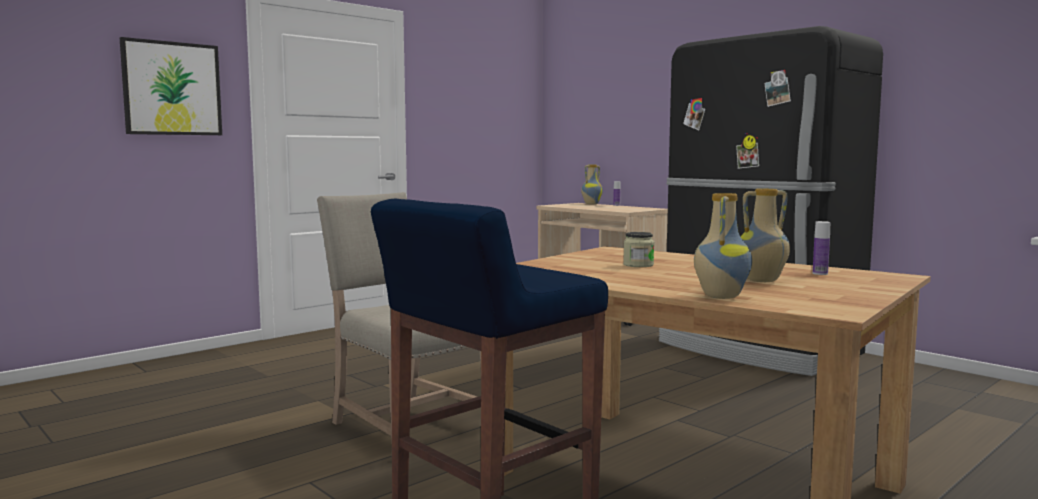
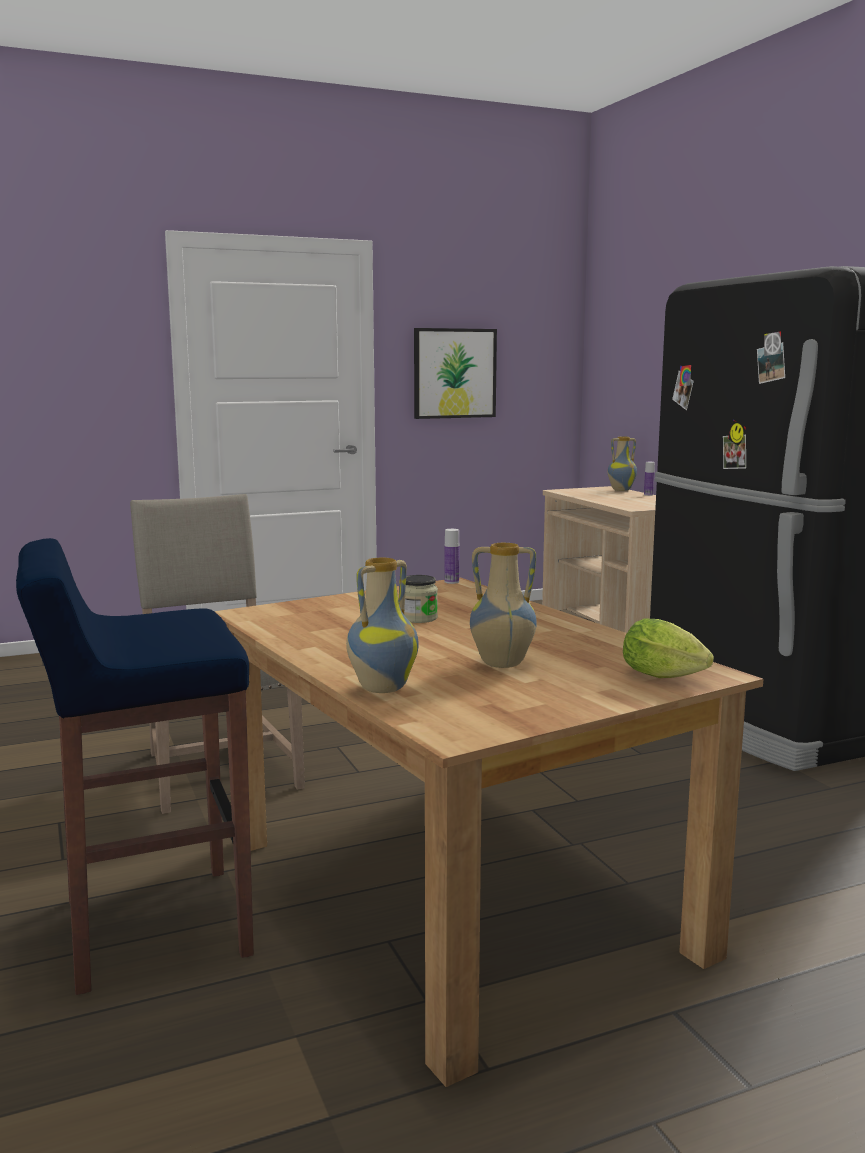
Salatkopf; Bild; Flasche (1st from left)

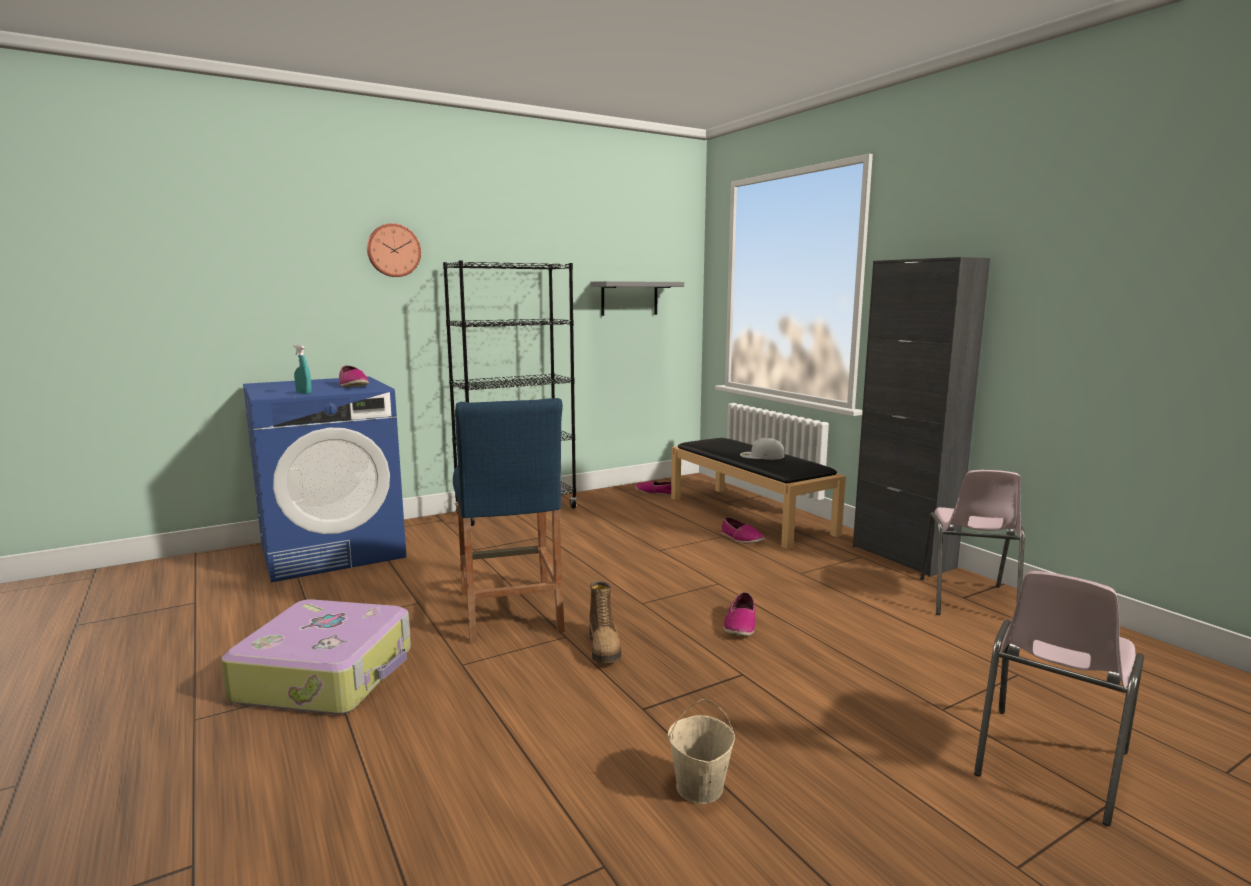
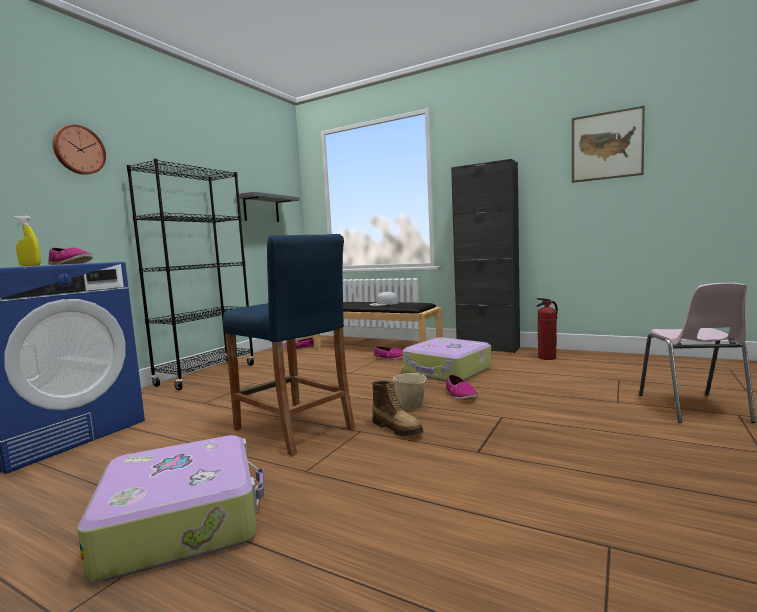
Koffer (2nd from left); Bild; Eimer (beige); Feuerlöscher; Sprühflasche (gelb)

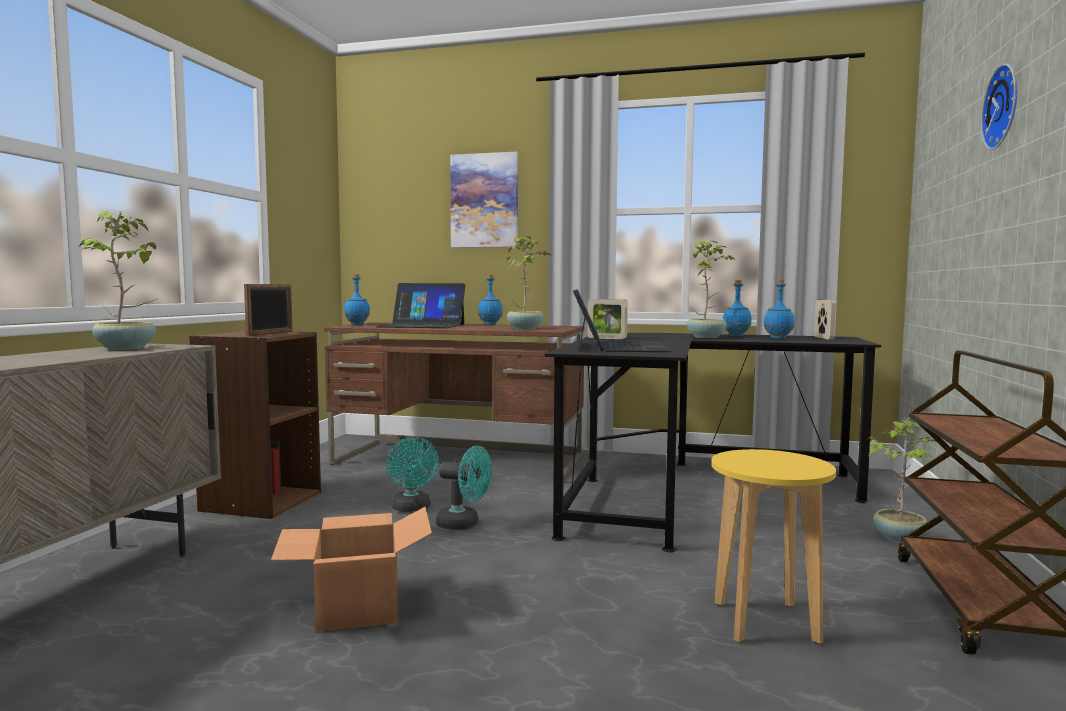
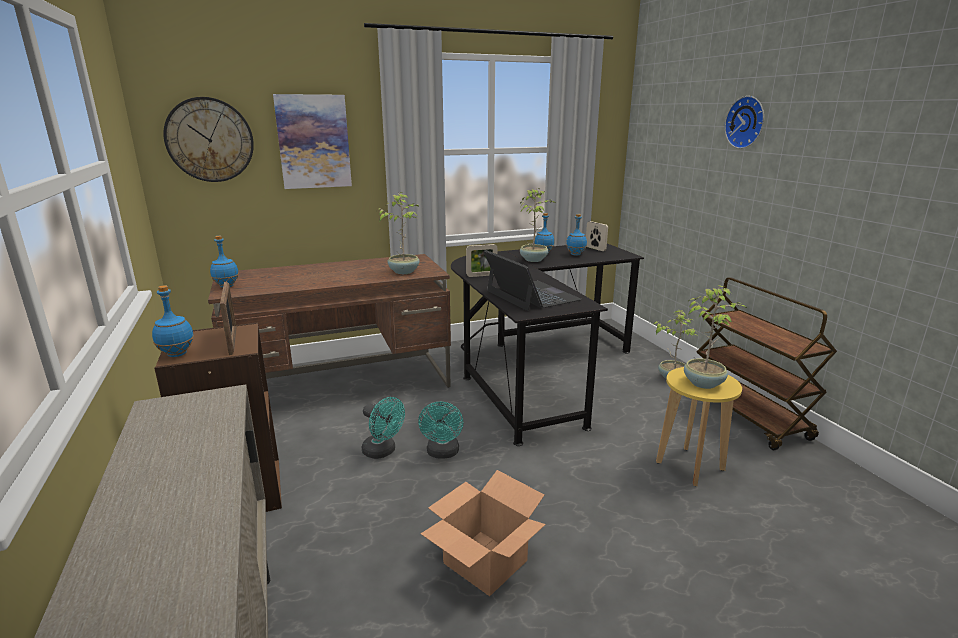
Laptop (1st from left in the first image); Wanduhr (1st from left); Topfpflanze (4th from left); Flasche (blau) (1st from left); Ventilator (türkis) (2nd from left)

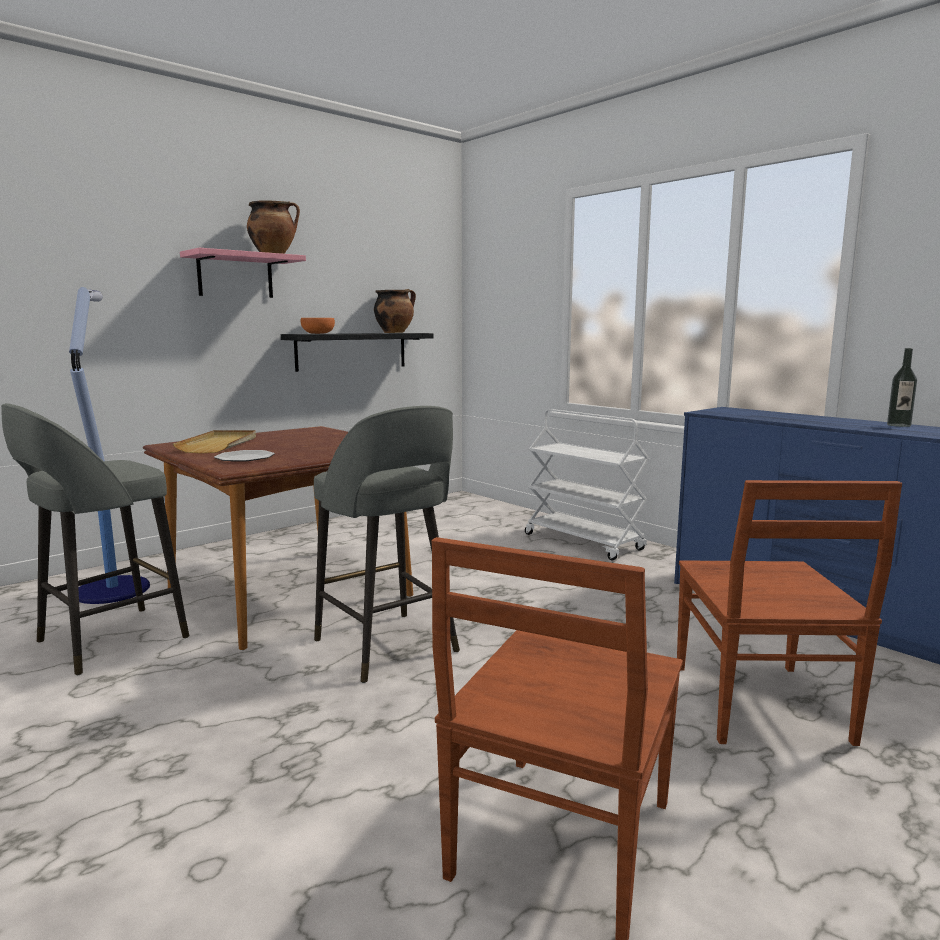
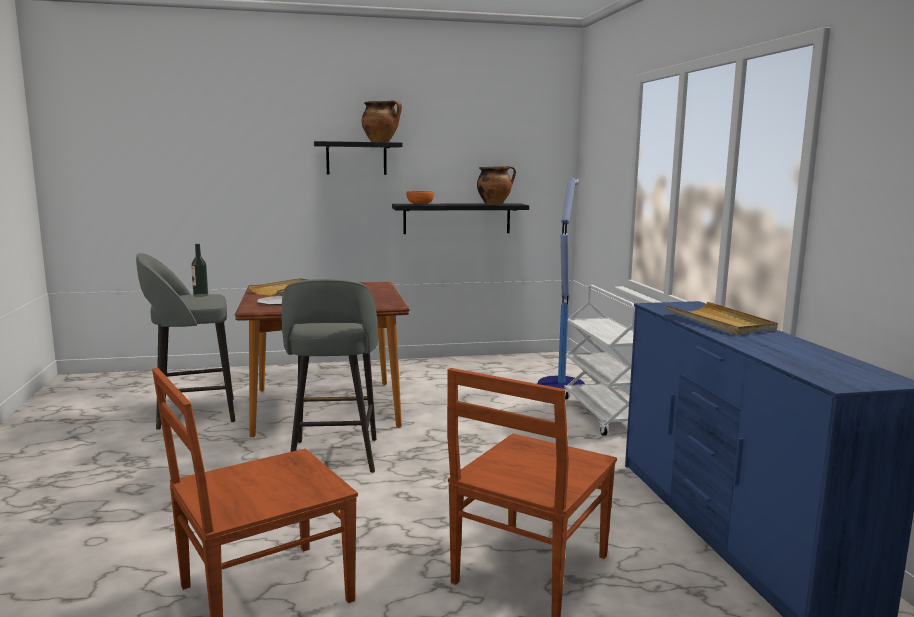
Tablett (beige) (2nd from left); Stehlampe; Flasche; Wandregal (schwarz) (1st from left)

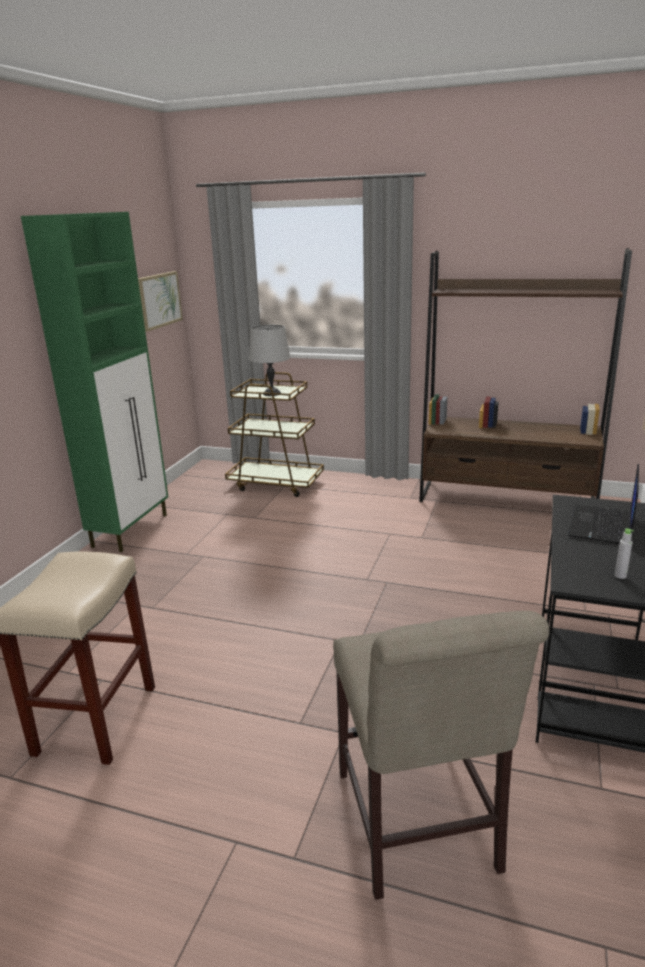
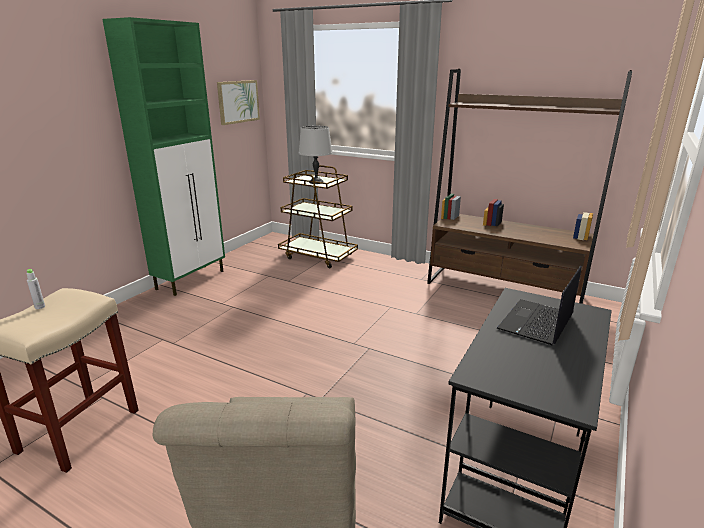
Flasche (grau)

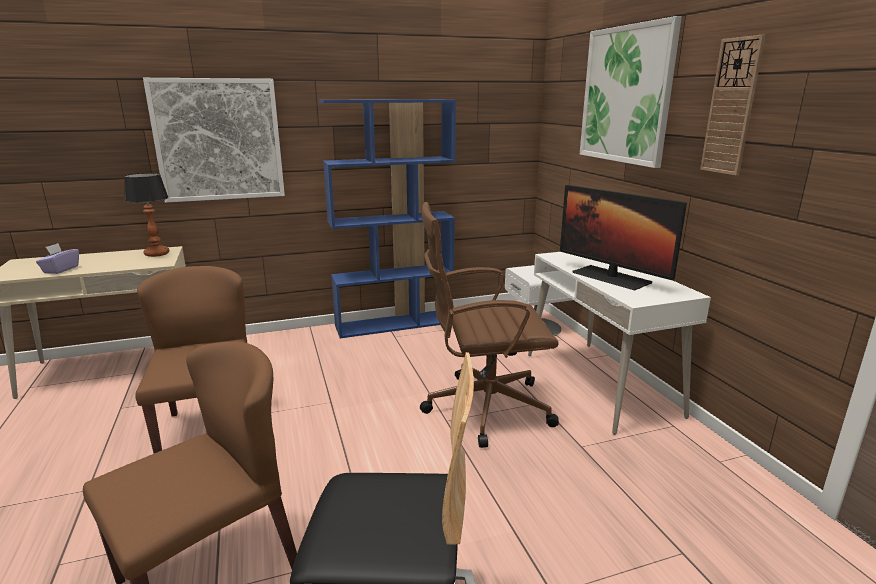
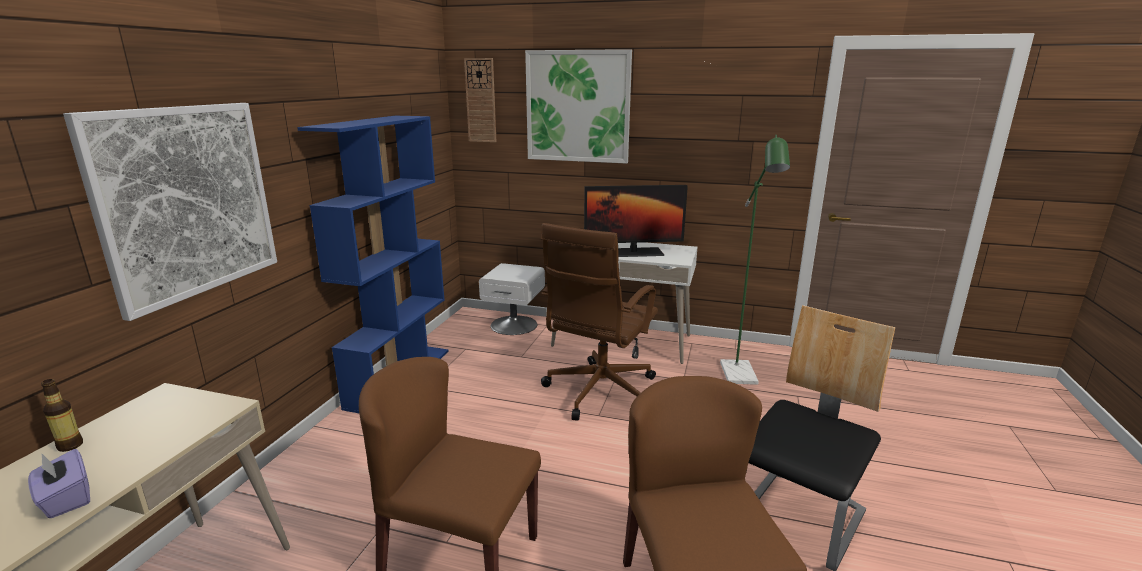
Tischlampe; Flasche; Stehlampe (grün); Wanduhr

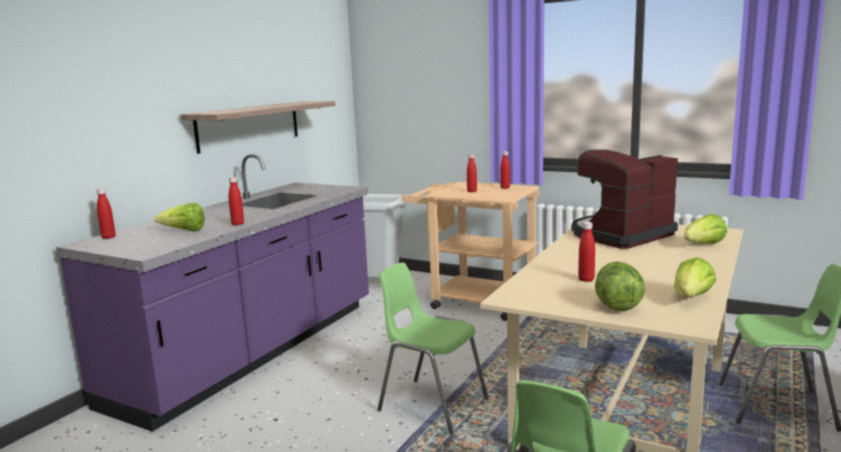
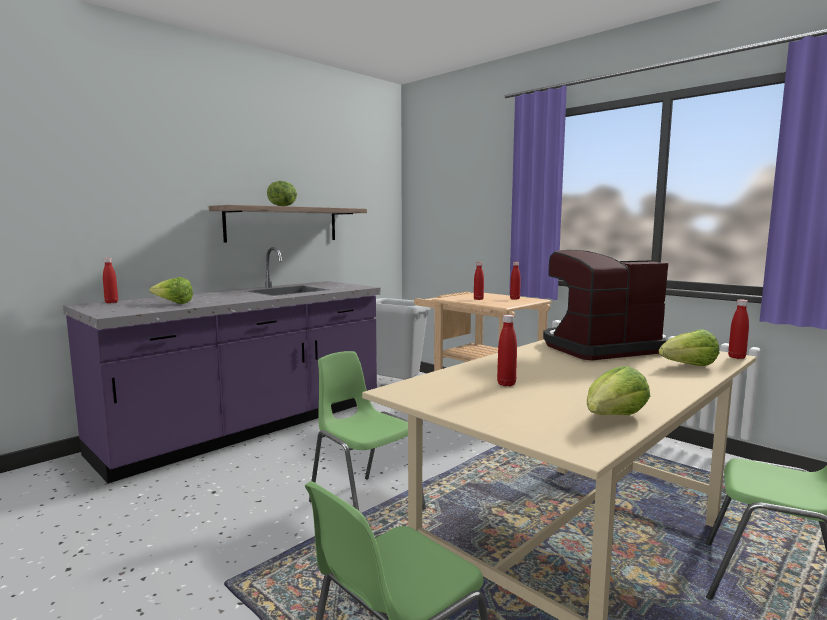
Flasche (rot) (5th from left); Salatkopf (2nd from left)

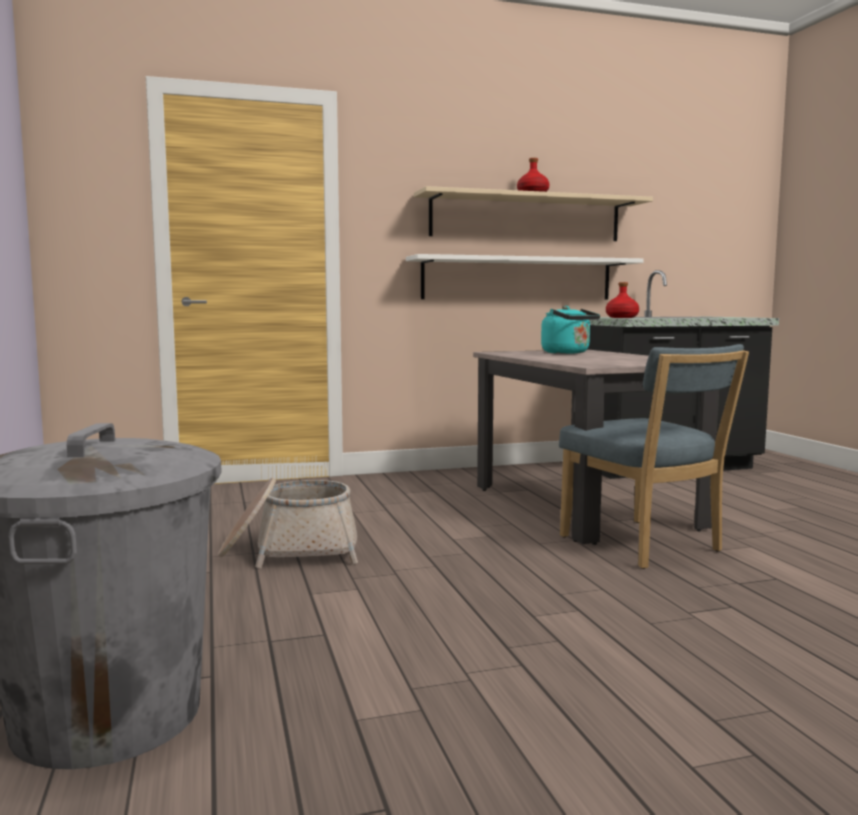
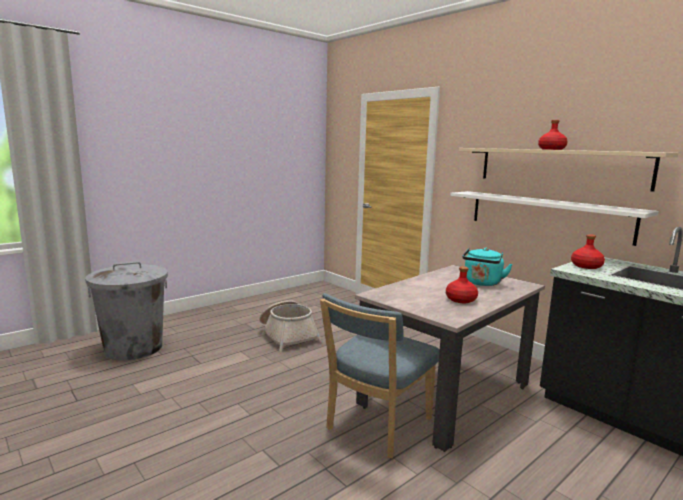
Flasche (rot) (1st from left)

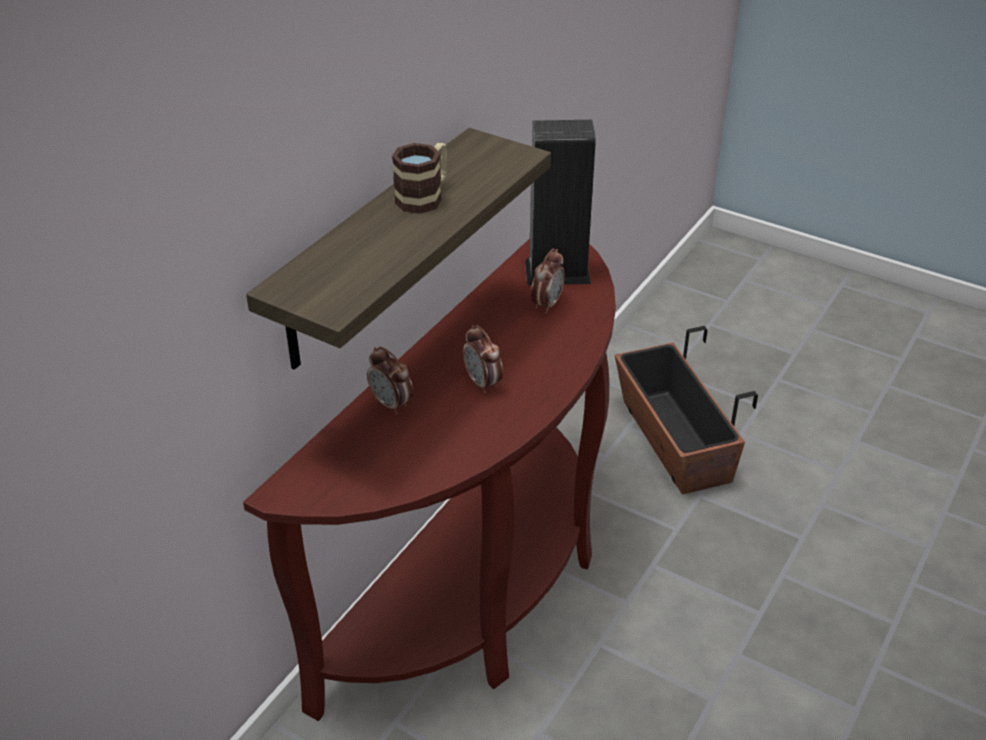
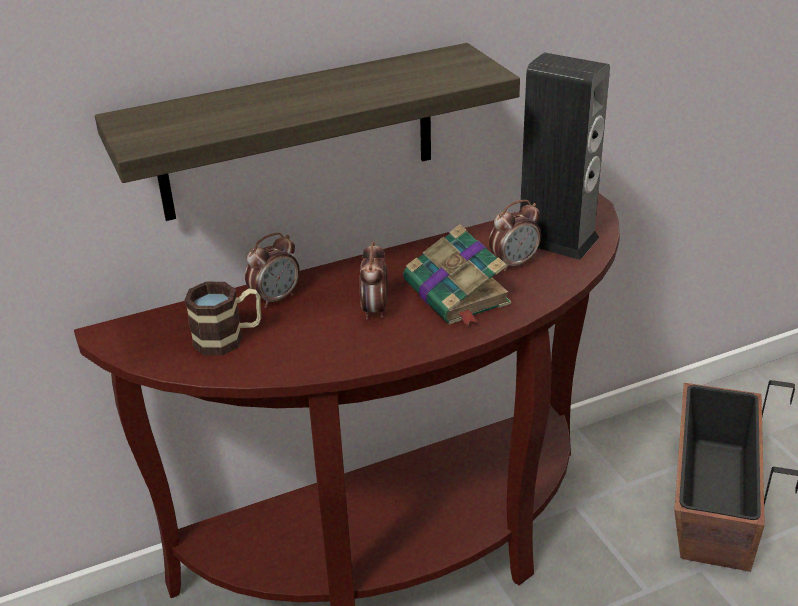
Buch; Henkelbecher; Wecker (1st from left)

